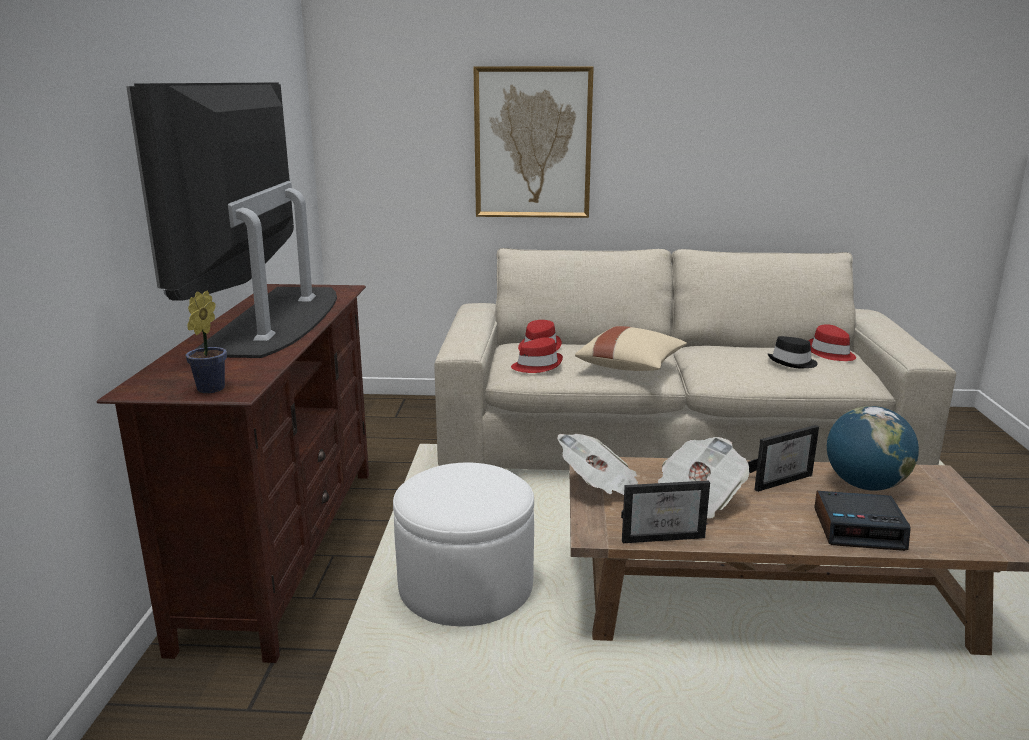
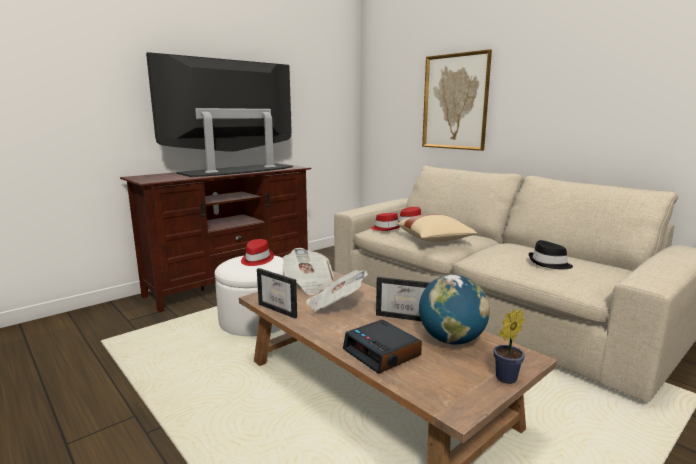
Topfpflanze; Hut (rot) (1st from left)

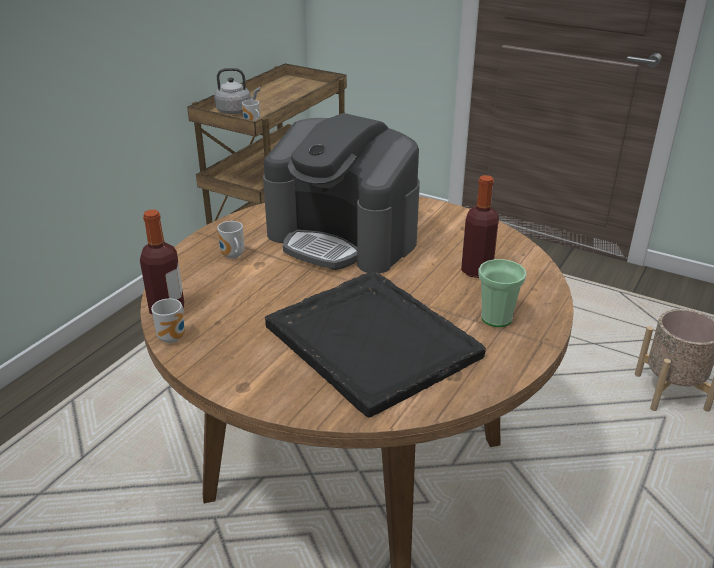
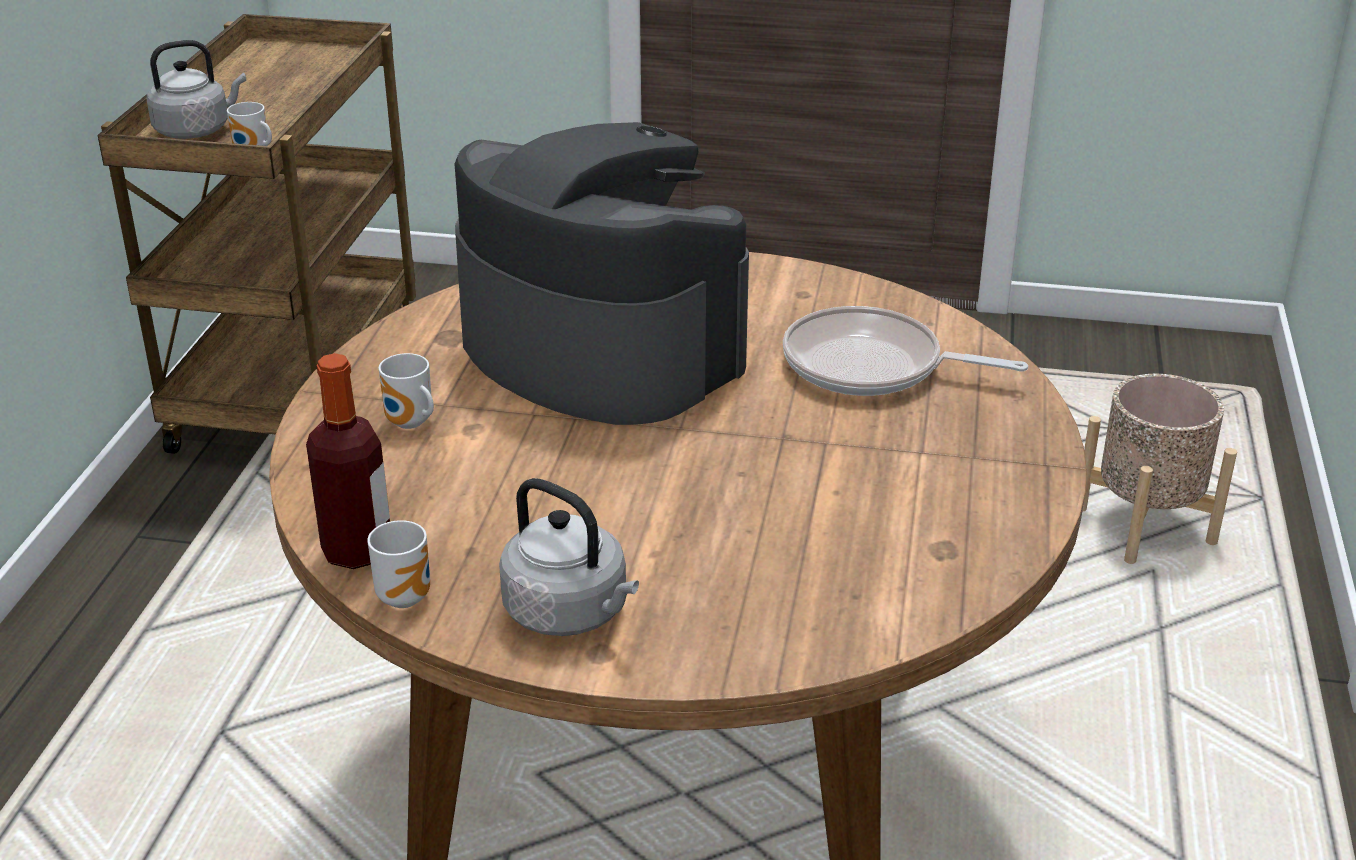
Tablett (schwarz); Tasse; Wasserkessel (grau) (2nd from left); Pfanne; Kaffeemaschine

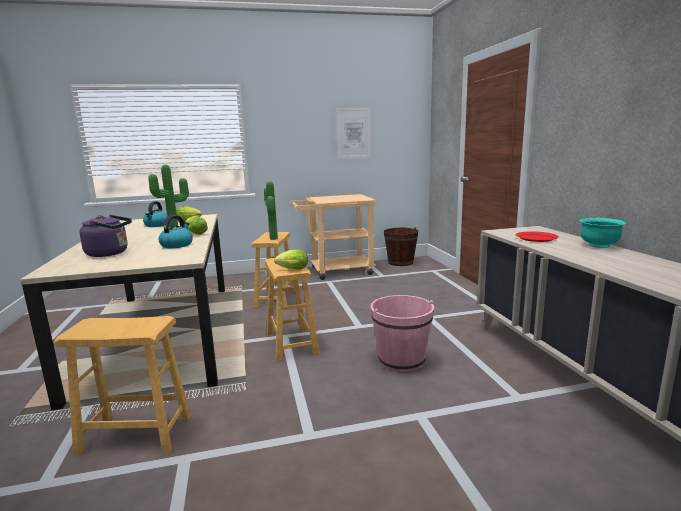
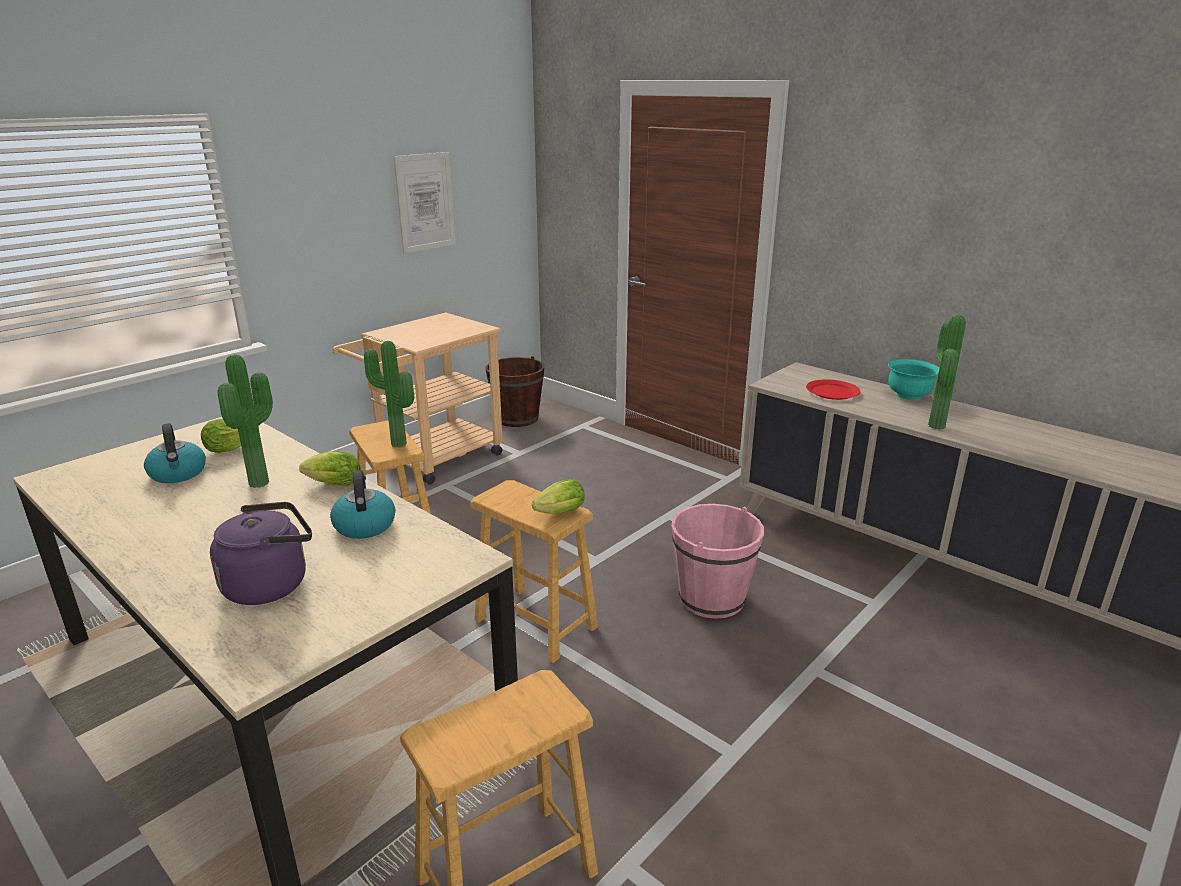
Topfpflanze (3rd from left)

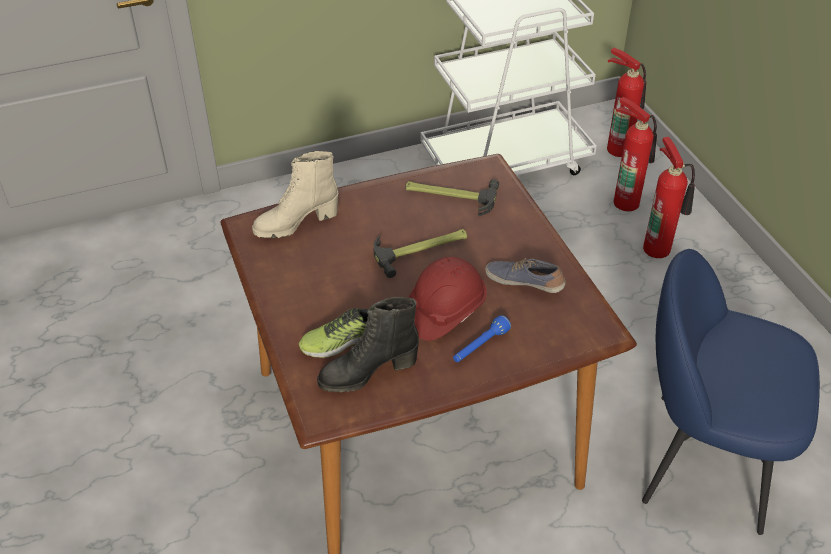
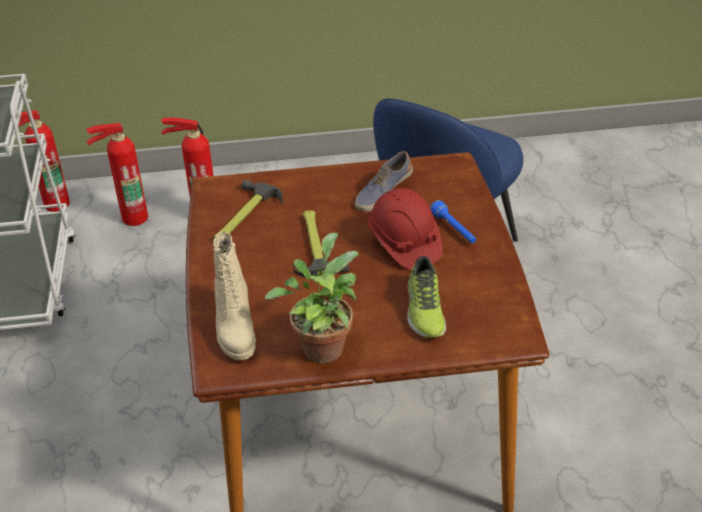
Stiefel (schwarz); Topfpflanze

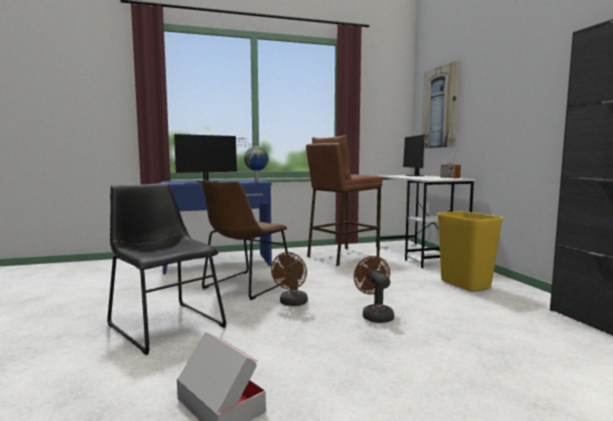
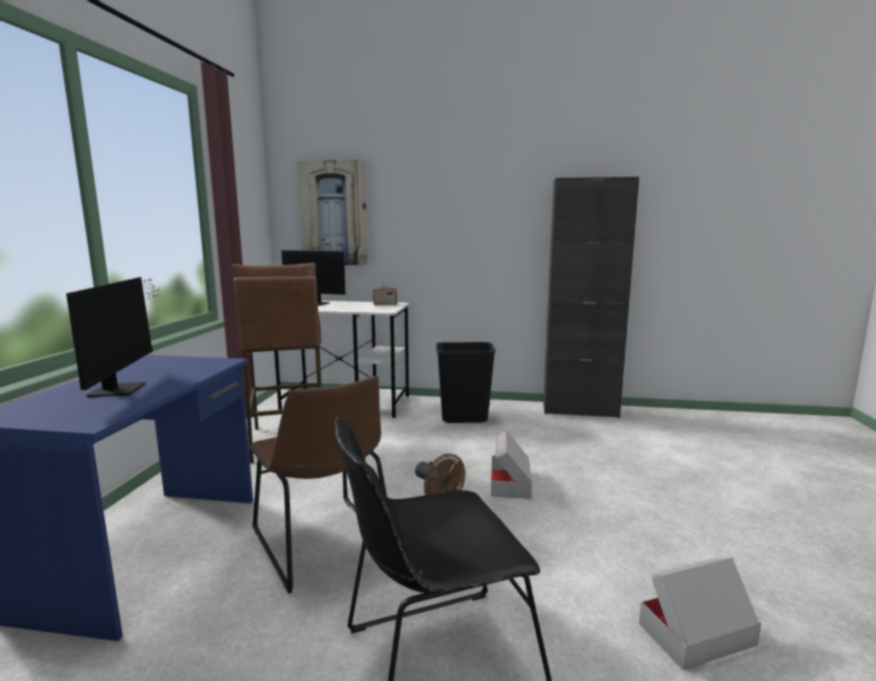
Globus; Karton (1st from left); Mülleimer (schwarz)

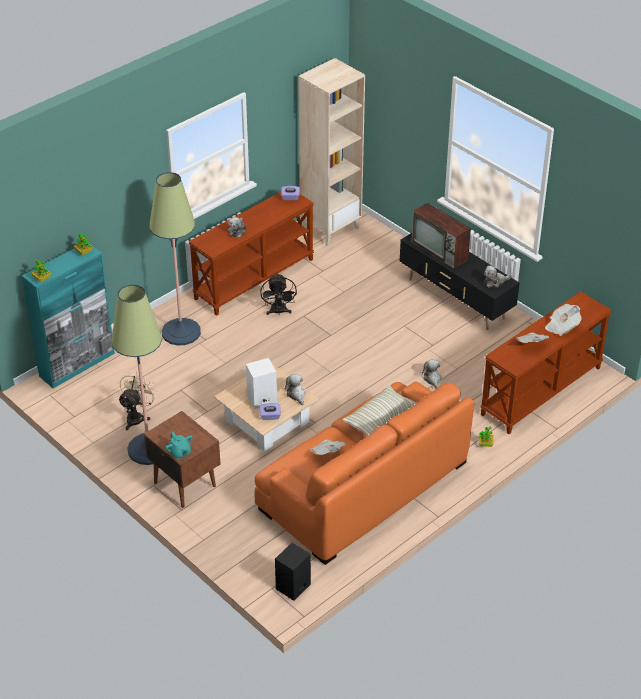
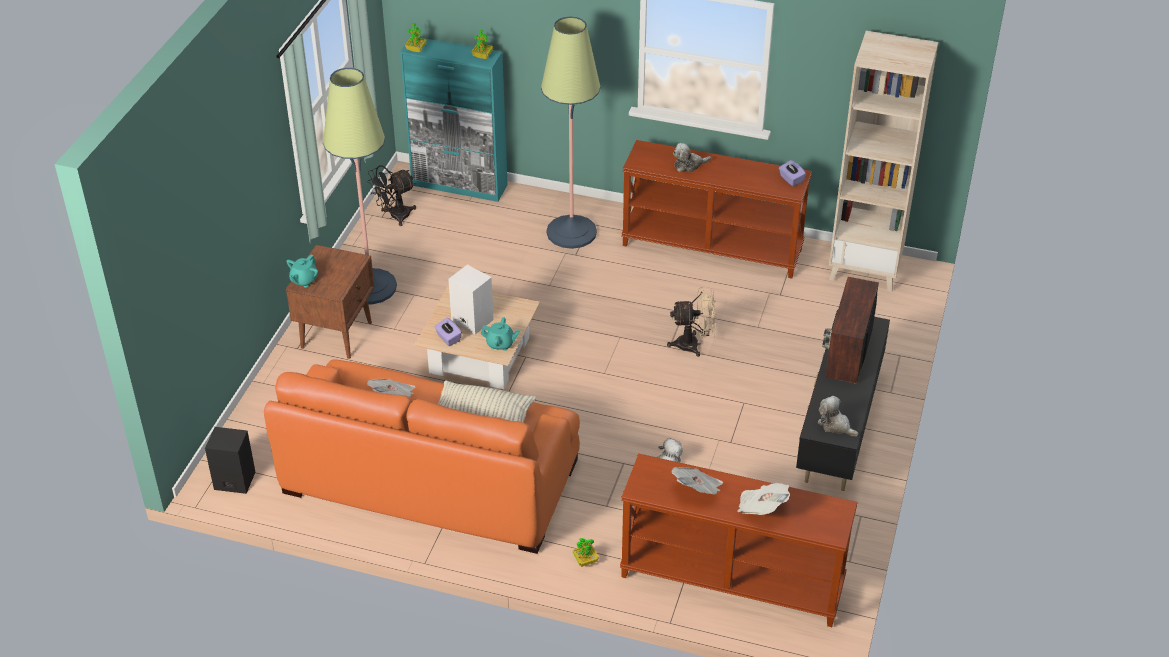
Ventilator (beige); Ventilator (schwarz); Teekanne (türkis) (2nd from left)

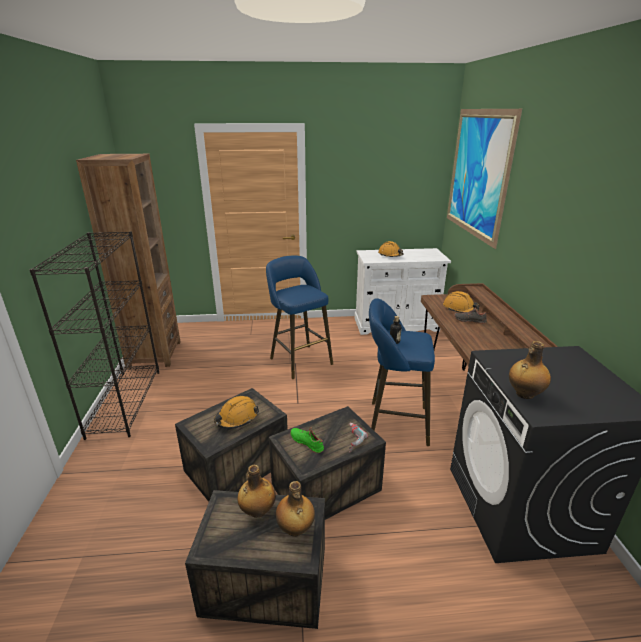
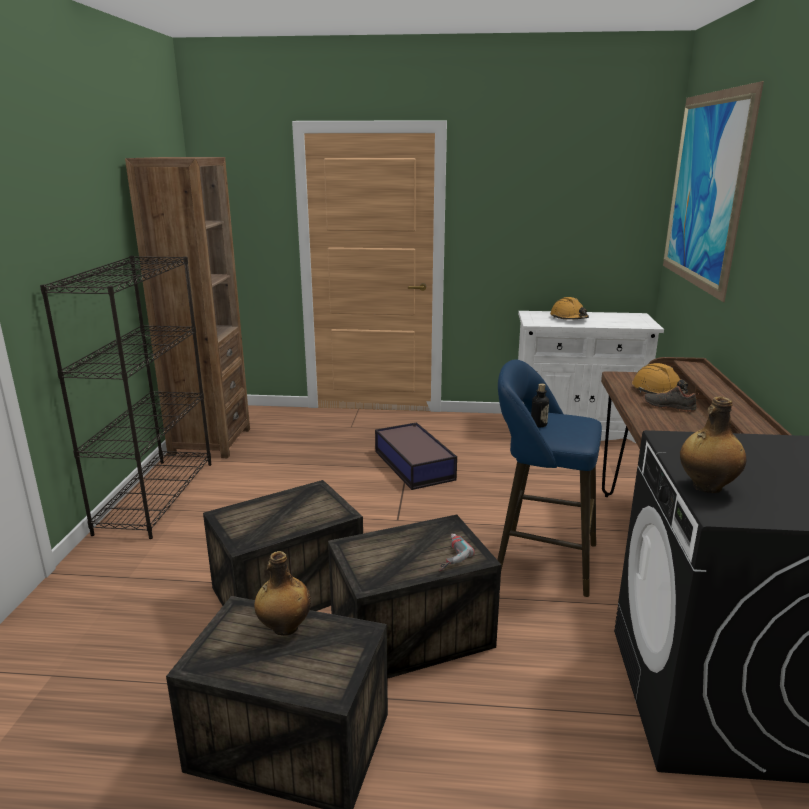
Schutzhelm (orange) (1st from left in the first image); Flasche (2nd from left in the first image); Schuh (grün); Aufbewahrungsbox

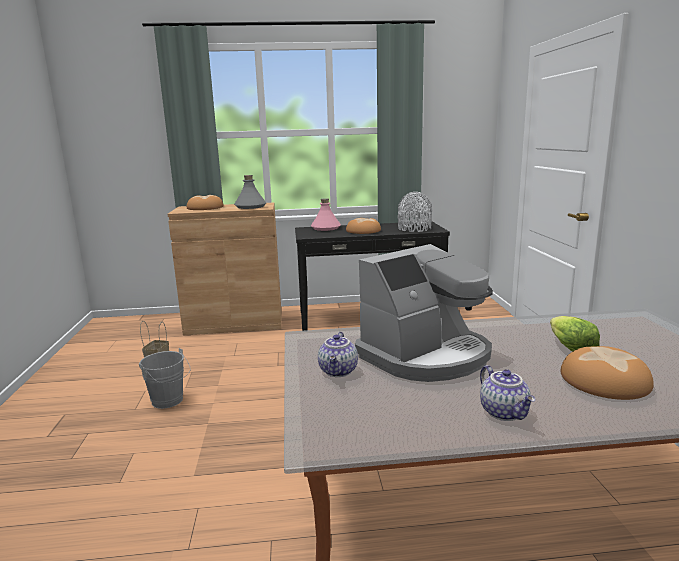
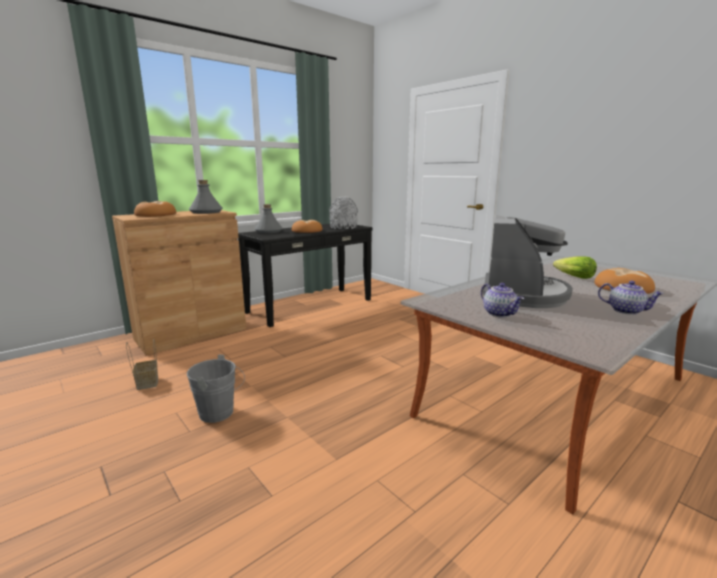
Flasche (grau) (2nd from left)

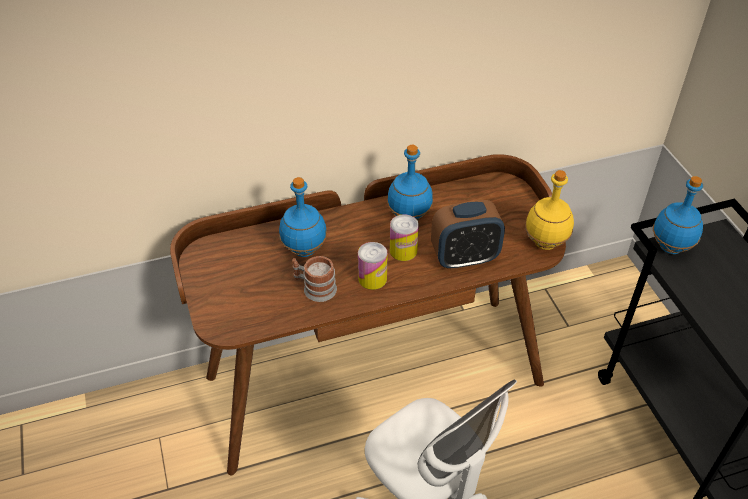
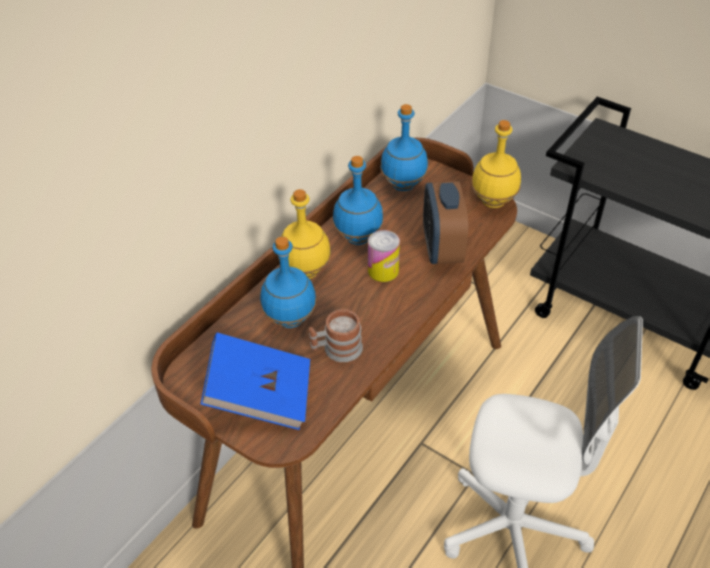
Dose (1st from left in the first image); Buch (blau); Flasche (gelb) (1st from left); Flasche (blau) (3rd from left); Wecker

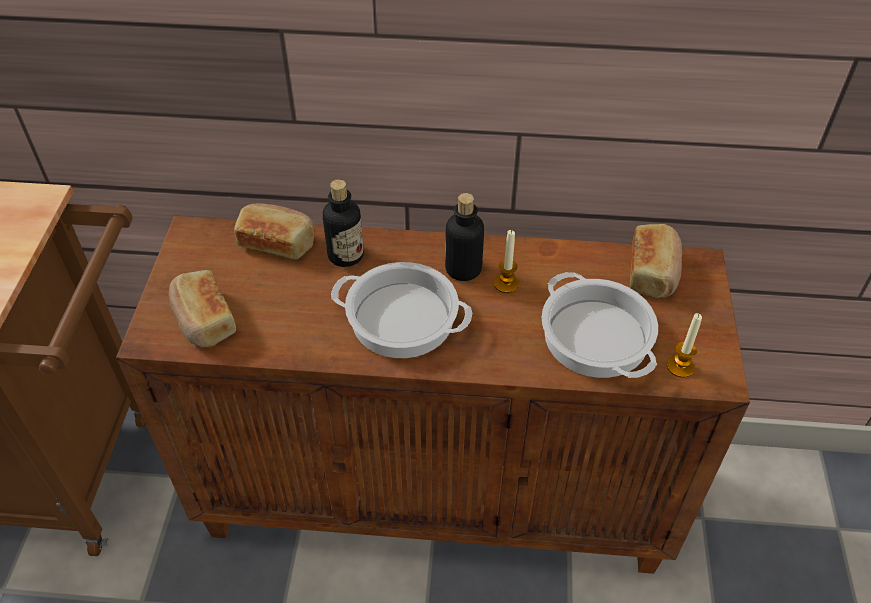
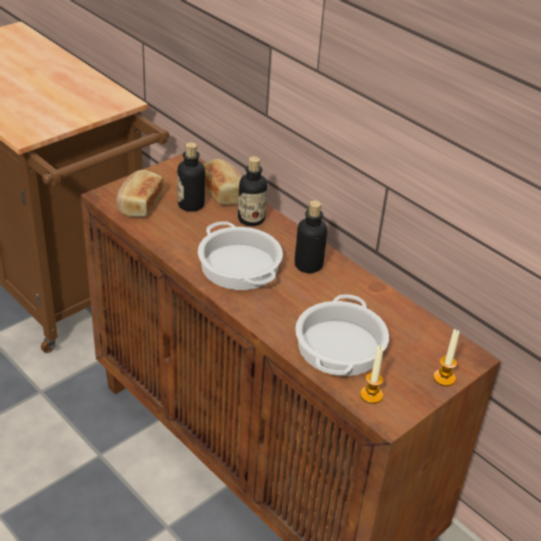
Brot (3rd from left in the first image); Flasche (1st from left); Kerze (2nd from left)

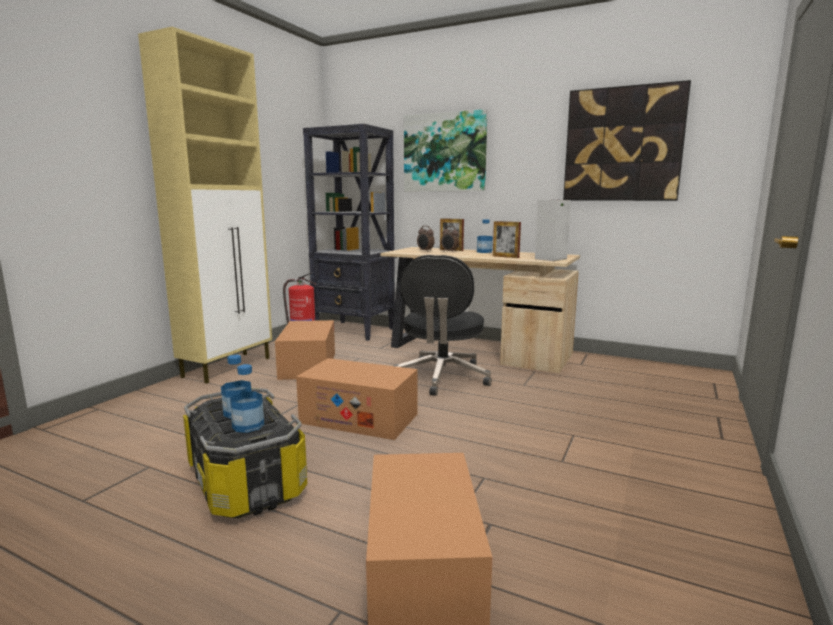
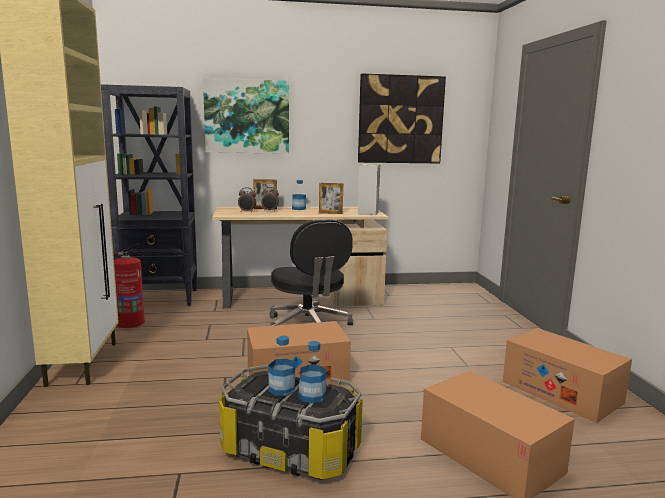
Karton (3rd from left)

